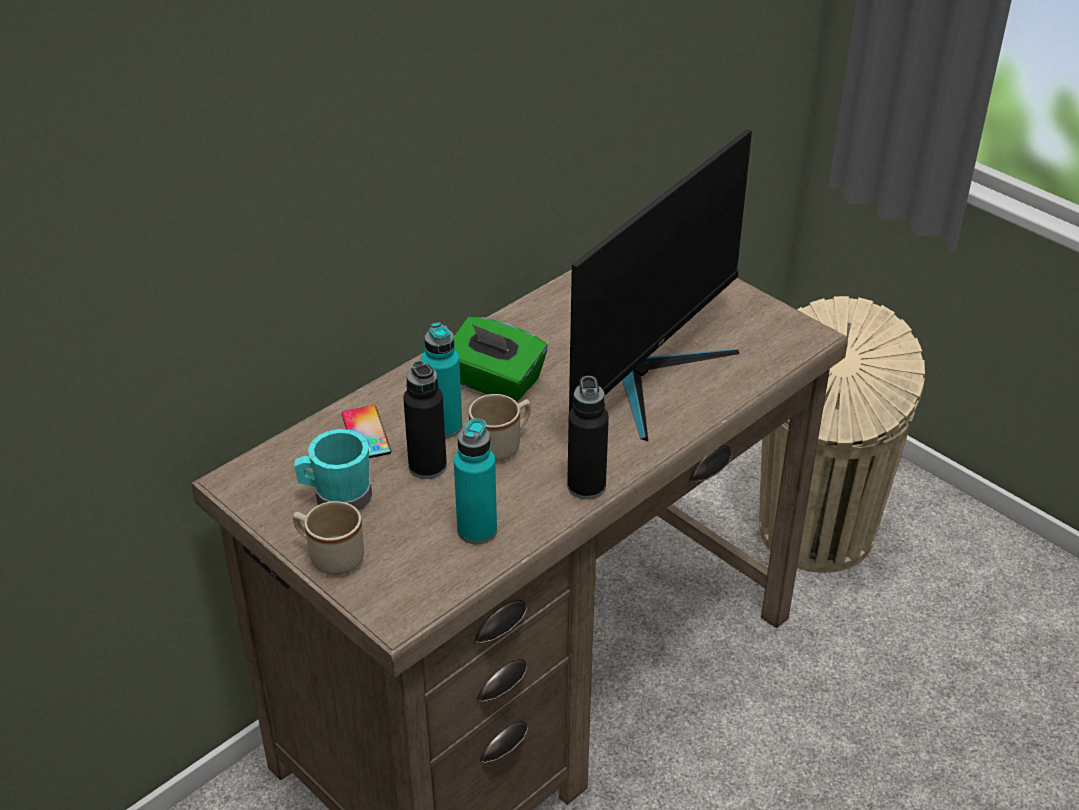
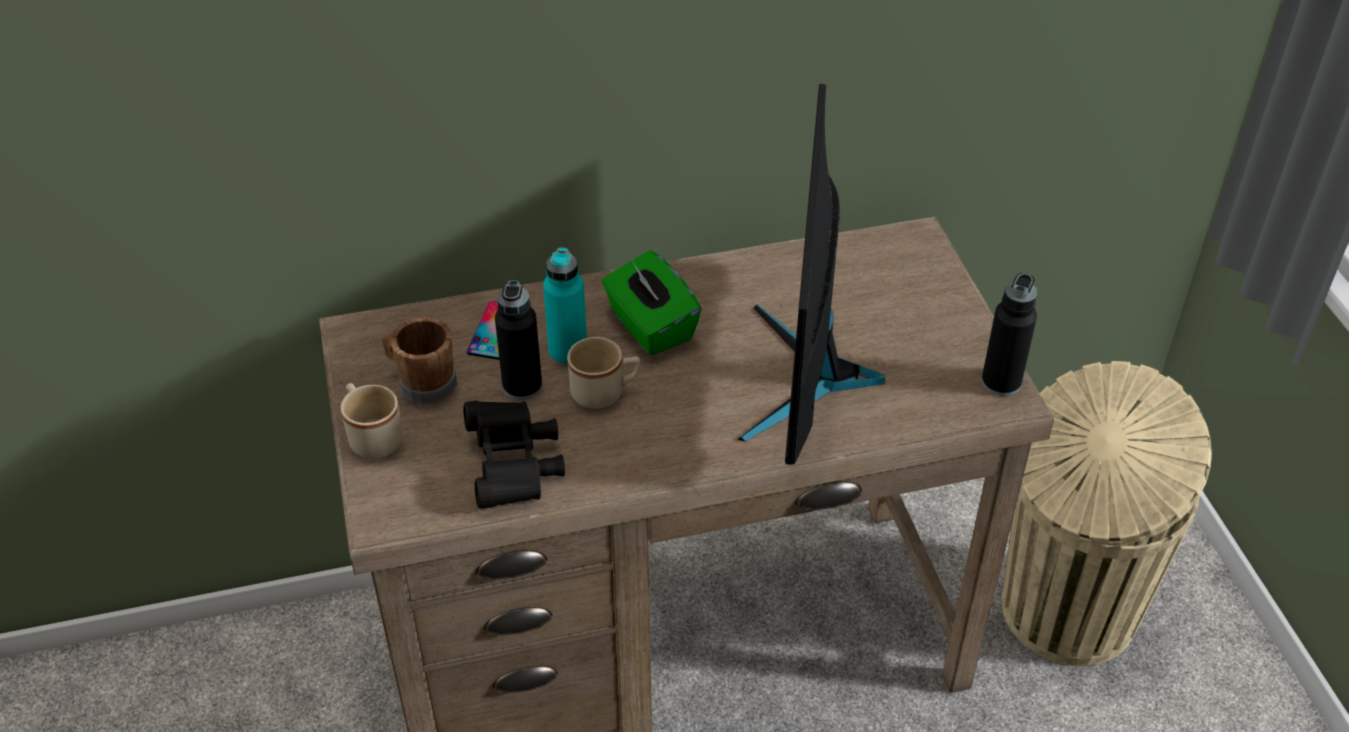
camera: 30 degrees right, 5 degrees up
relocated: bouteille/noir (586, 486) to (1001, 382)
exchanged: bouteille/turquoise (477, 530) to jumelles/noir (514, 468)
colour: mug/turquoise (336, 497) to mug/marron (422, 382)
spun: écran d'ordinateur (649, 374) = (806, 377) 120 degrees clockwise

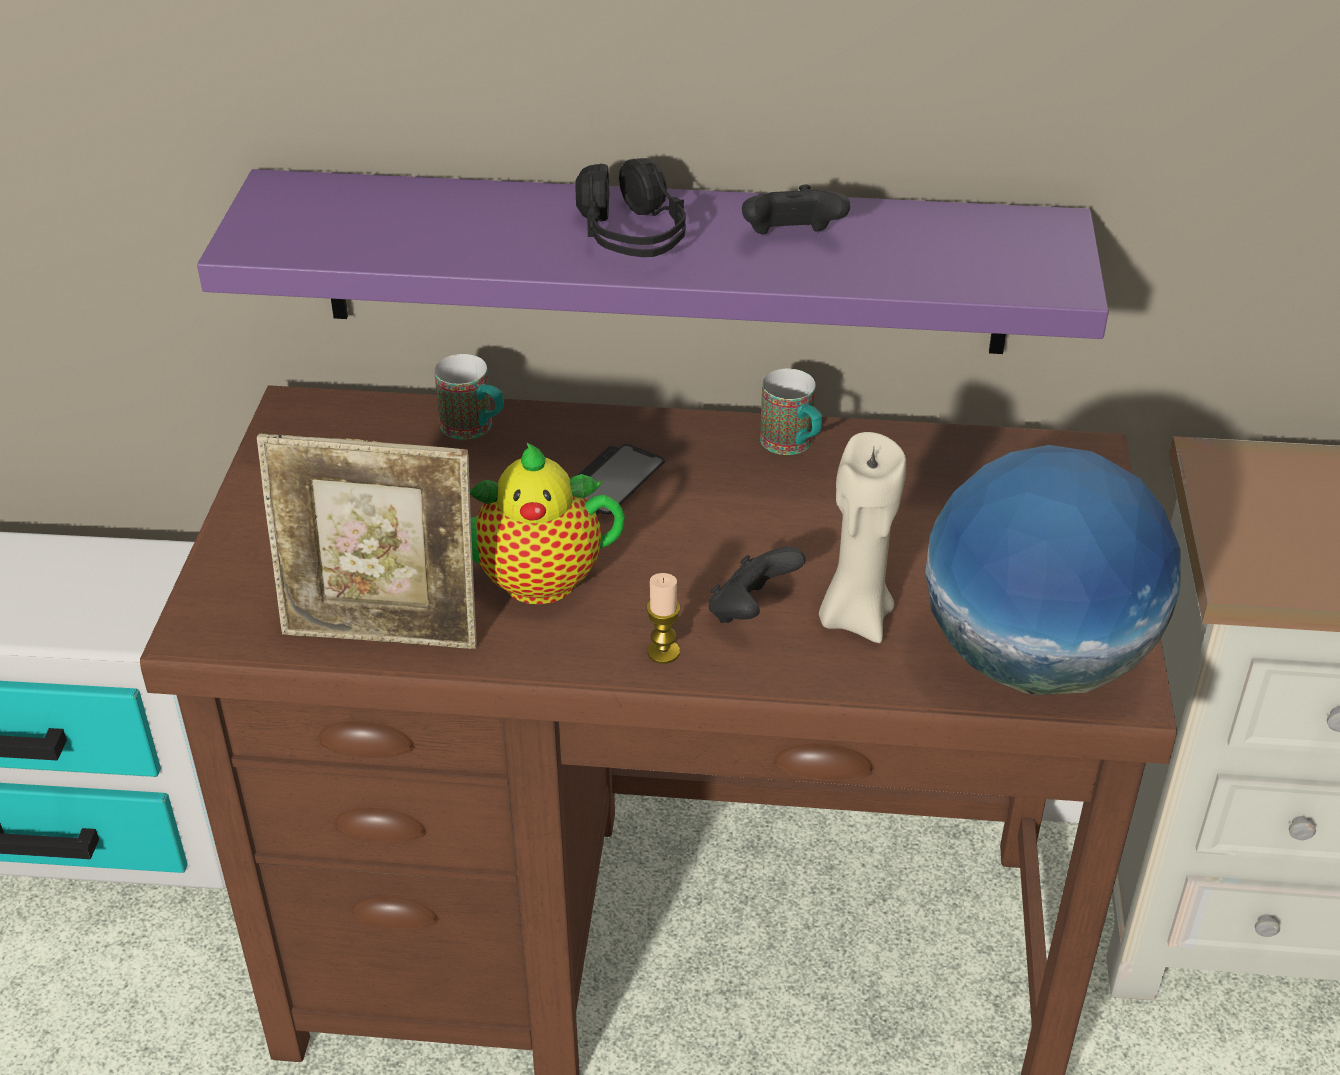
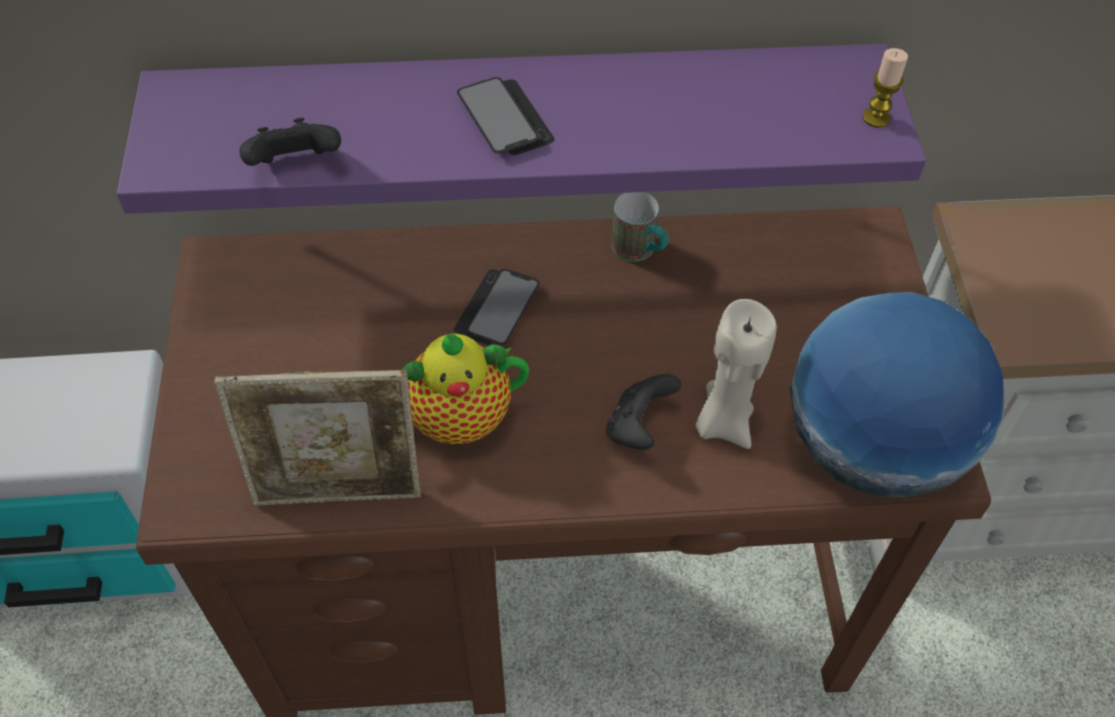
camera: 10 degrees left, 15 degrees up
missing: mug (475, 429)
relocated: manette/noir (791, 240) to (296, 165); bougie (663, 652) to (876, 118)
exchanged: casque audio/noir (632, 237) to téléphone (505, 119)

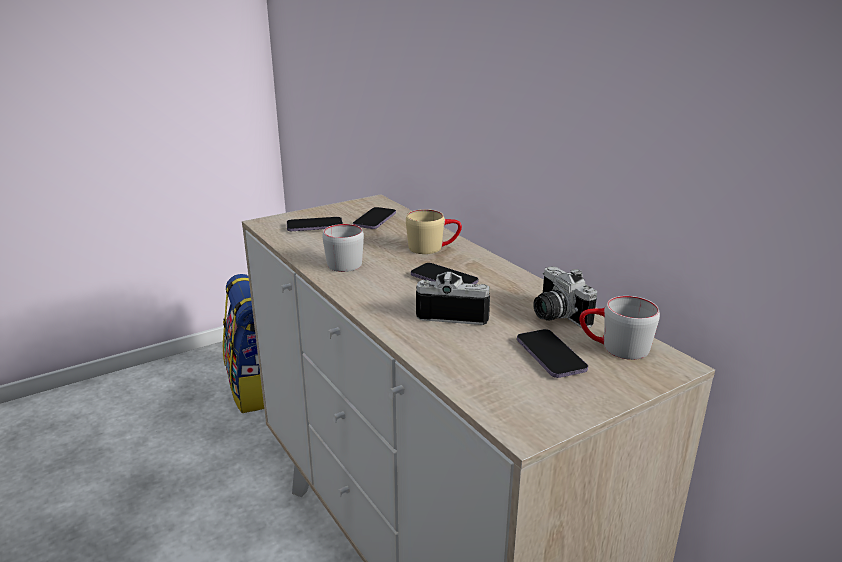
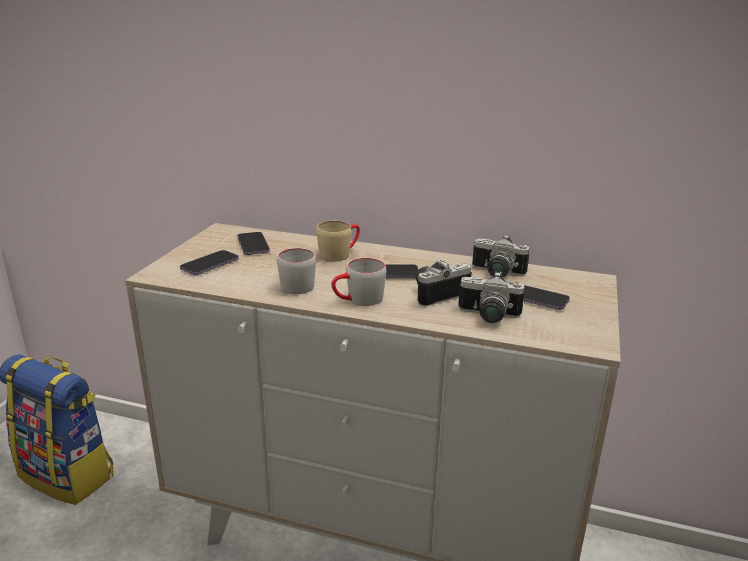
camera: 40 degrees left, 0 degrees up
appeared: appareil photo (488, 317)
relocated: mug/gris (614, 347) to (358, 300)

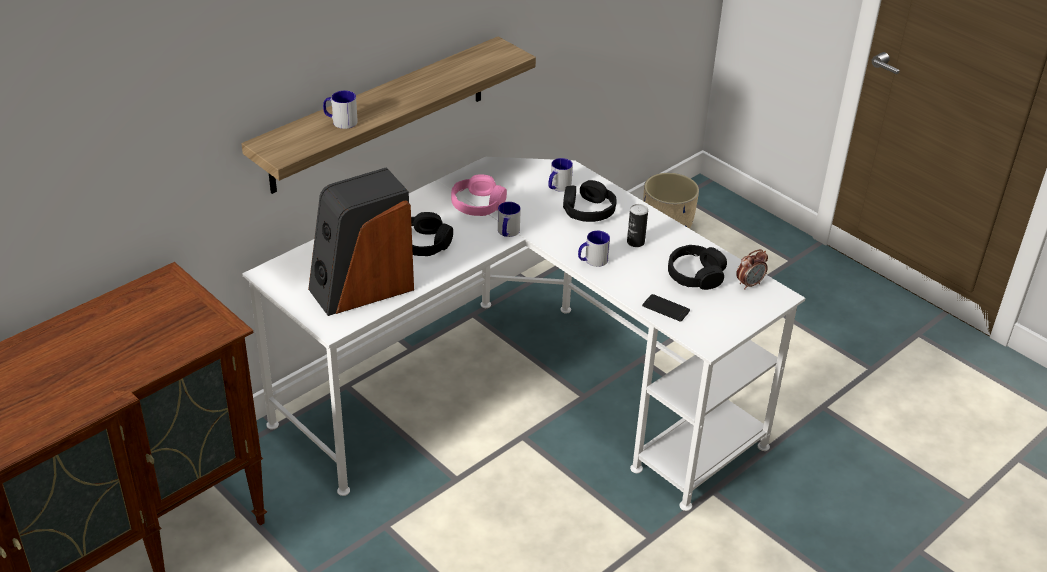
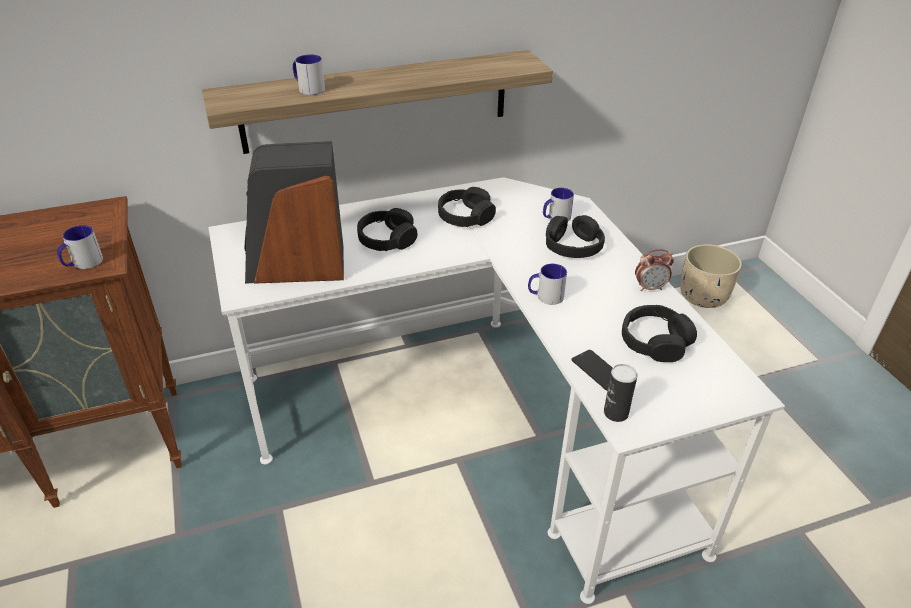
camera: 25 degrees right, 0 degrees up
relocated: mug (507, 233) to (83, 263); boîte métallique (635, 242) to (616, 413); réveil (749, 284) to (650, 288)
colour: casque audio/rose (478, 204) to casque audio/noir (465, 216)

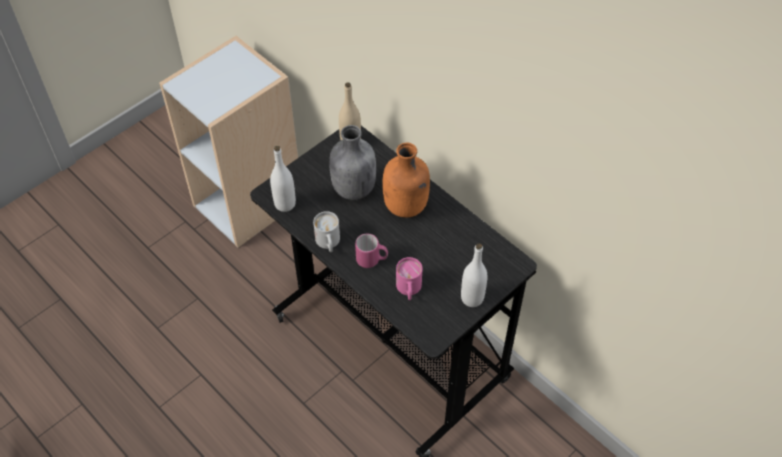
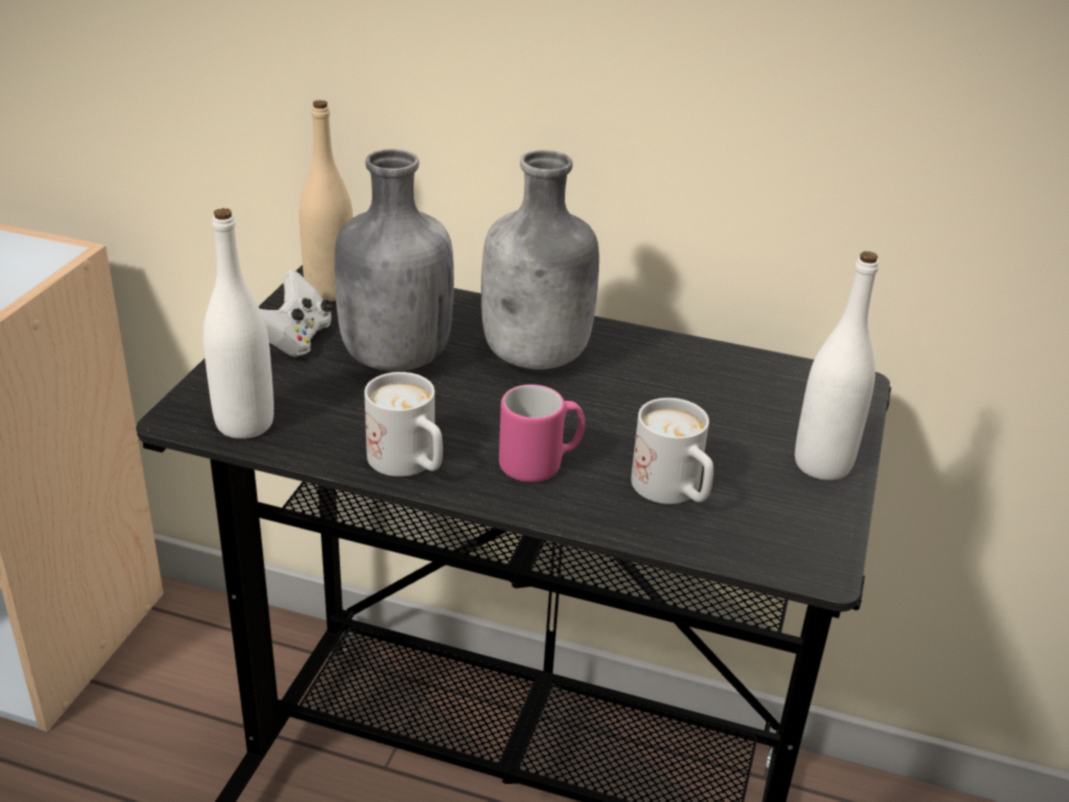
camera: 30 degrees left, 20 degrees down
appeared: manette/blanc (295, 339)
colour: bouteille/orange (406, 206) to bouteille/gris (537, 357); mug/rose (409, 290) to mug/blanc (674, 492)

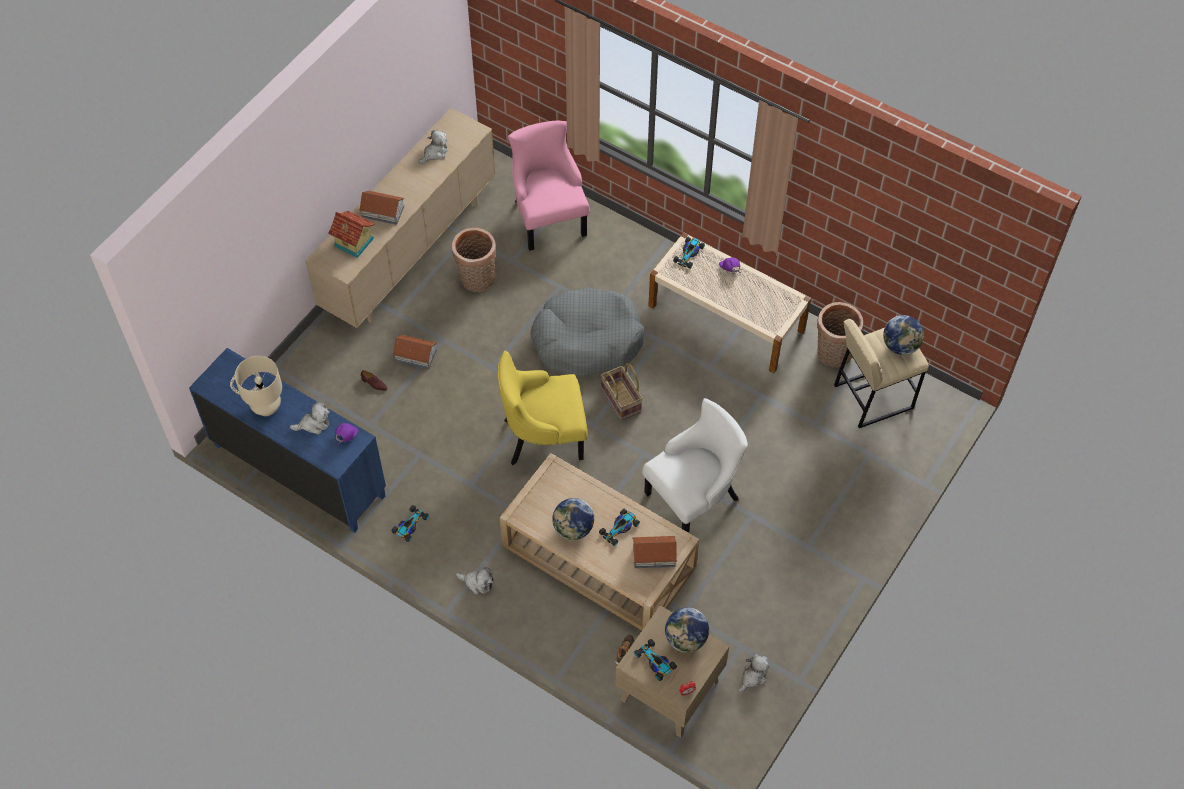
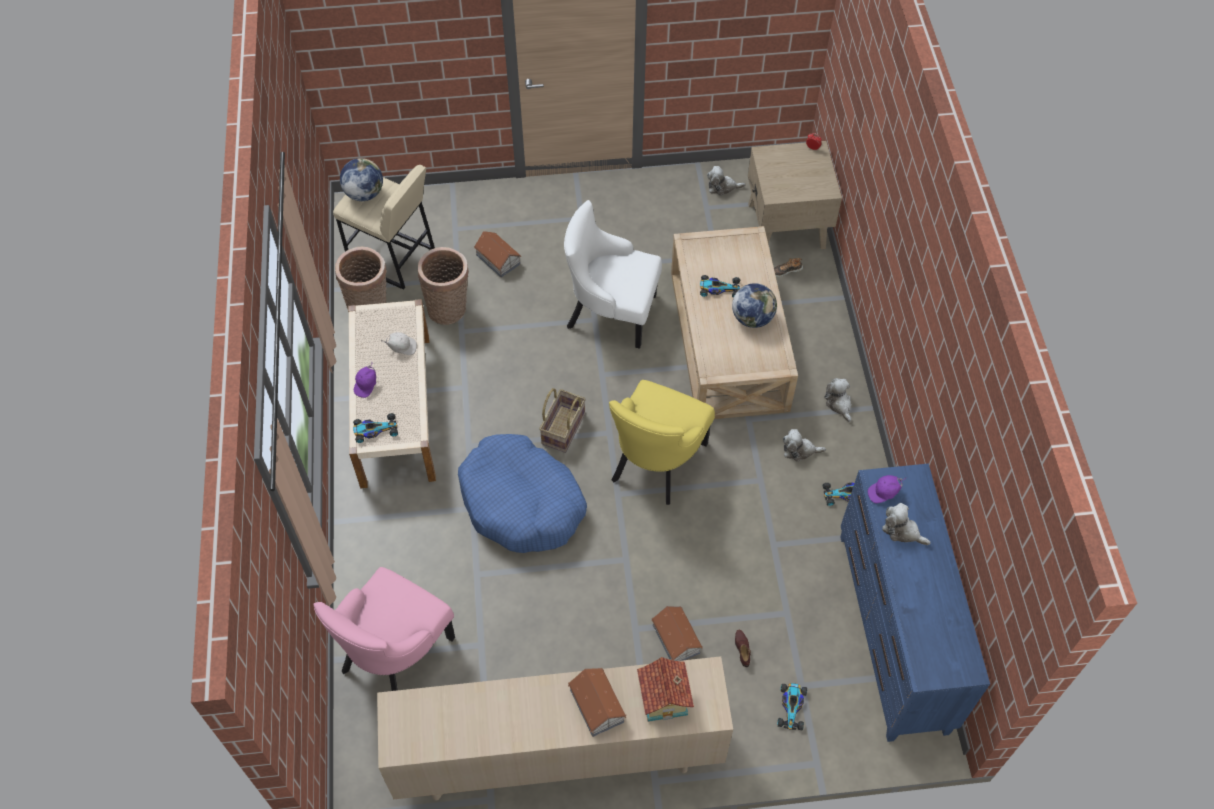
camera: 130 degrees left, 0 degrees up
missing: lampe de table/beige (258, 397); globe (686, 639)
appeared: casquette/blanc (402, 347)
relocated: panier (477, 281) to (449, 308); maison miniature (654, 555) to (498, 259); petite voiture (655, 662) to (791, 707); peluche (434, 153) to (799, 450)
colour: panier pour chien/gris (587, 340) to panier pour chien/bleu (522, 502)
spun: chaise/jaune (544, 437) = (657, 459) 75 degrees clockwise

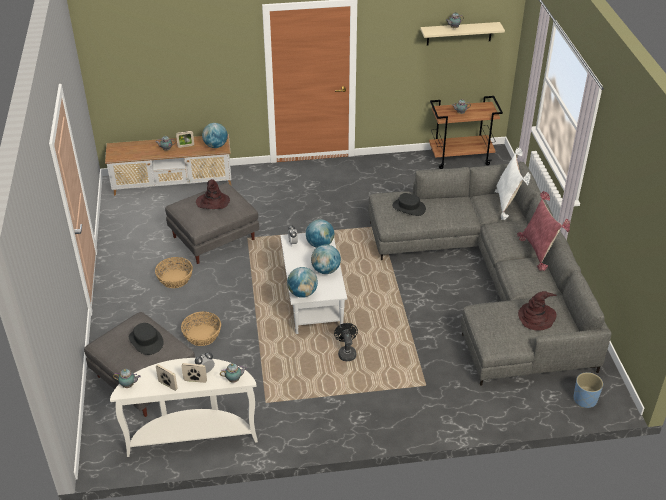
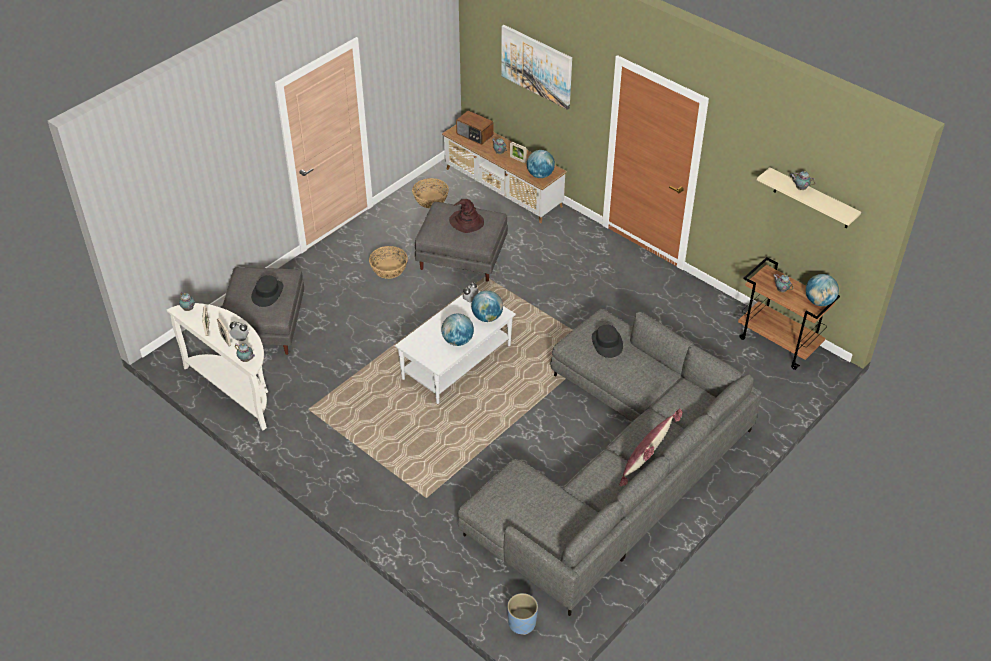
camera: 50 degrees right, 5 degrees up
missing: ventilateur/noir (346, 352); coussin/blanc (508, 206); chapeau/marron (536, 317)
appeared: radio (474, 135); tableau (536, 66)
relocated: panier (202, 335) to (431, 199); globe (302, 293) to (819, 301)

